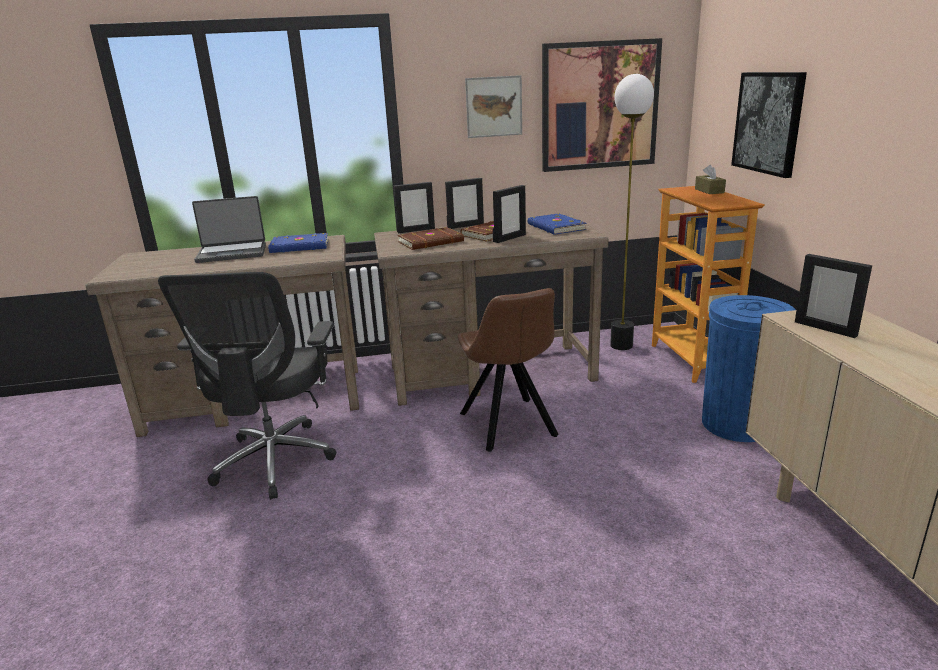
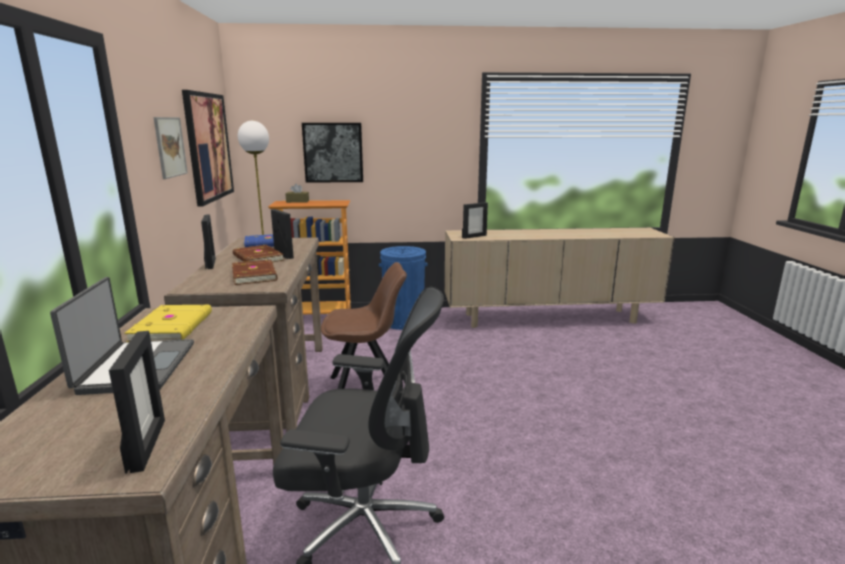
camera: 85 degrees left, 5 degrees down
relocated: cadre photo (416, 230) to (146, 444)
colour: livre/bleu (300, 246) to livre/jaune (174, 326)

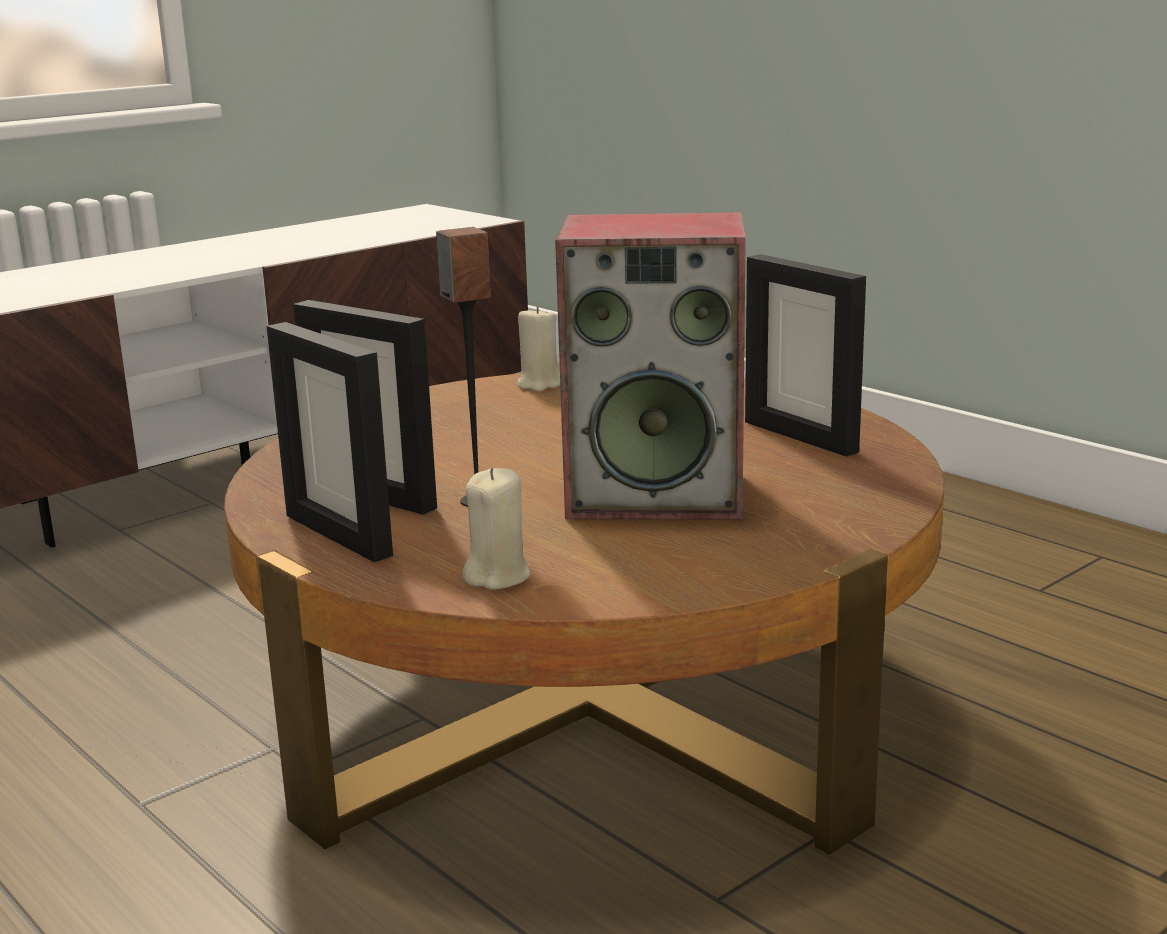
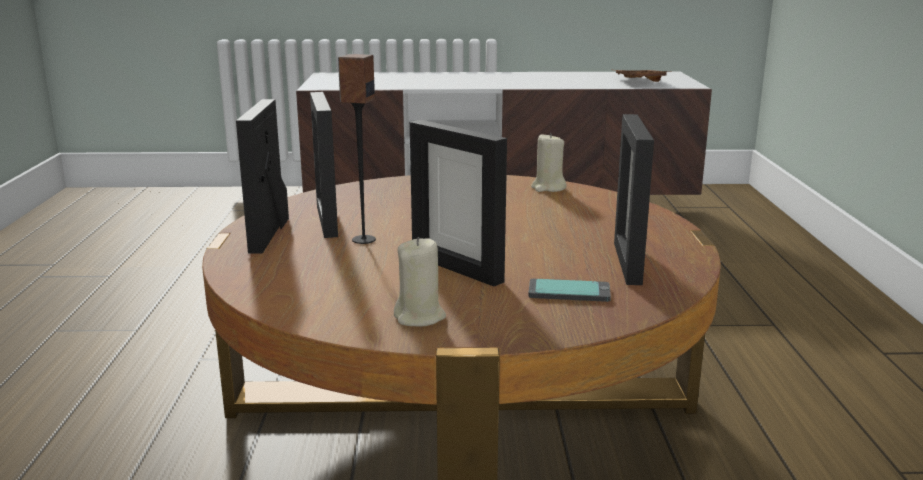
camera: 40 degrees right, 0 degrees up
appeared: téléphone (569, 292); plateau/marron (638, 82)
relocated: bougie/beige (497, 576) to (420, 317)
exchanged: enceinte (658, 494) to cadre photo (458, 267)

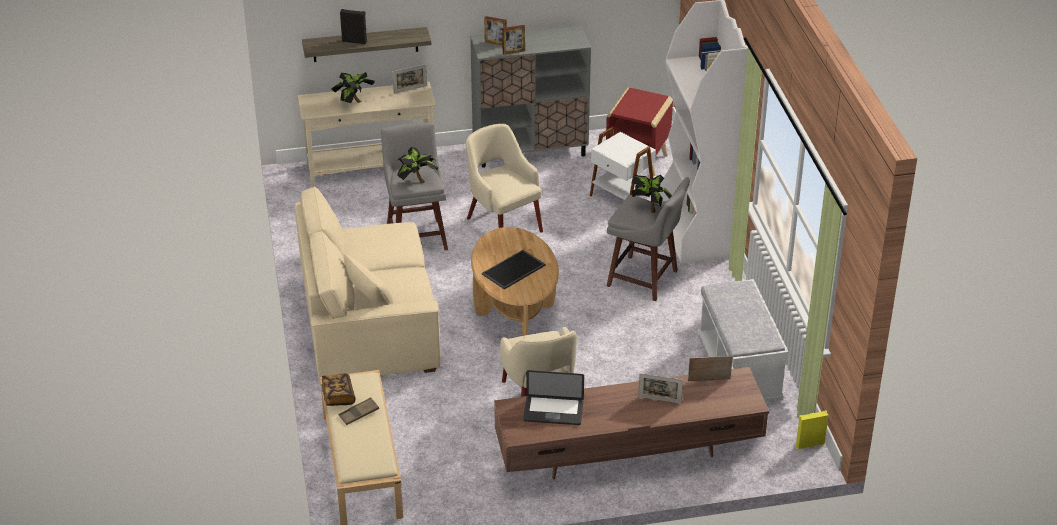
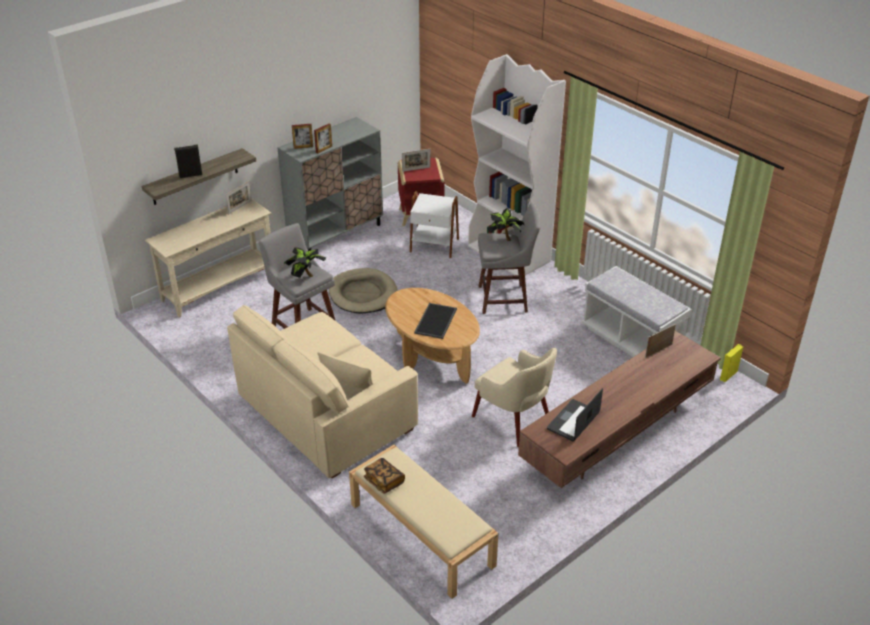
camera: 30 degrees left, 0 degrees up
missing: plante en pot (354, 102); plateau/marron (359, 413)
relocated: cadre photo (659, 400) to (416, 169)
exchanged: fauteuil/beige (503, 223) to panier pour chien/beige (363, 294)
spun: ordinateur portable (553, 411) = (573, 421) 150 degrees clockwise

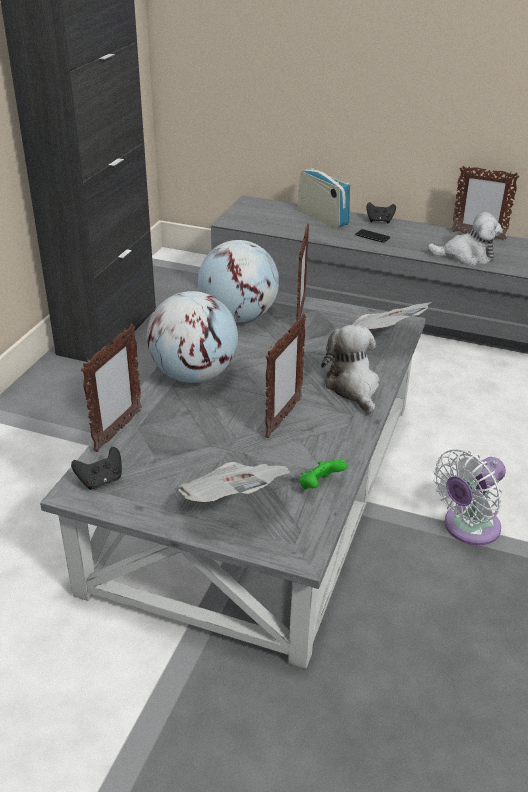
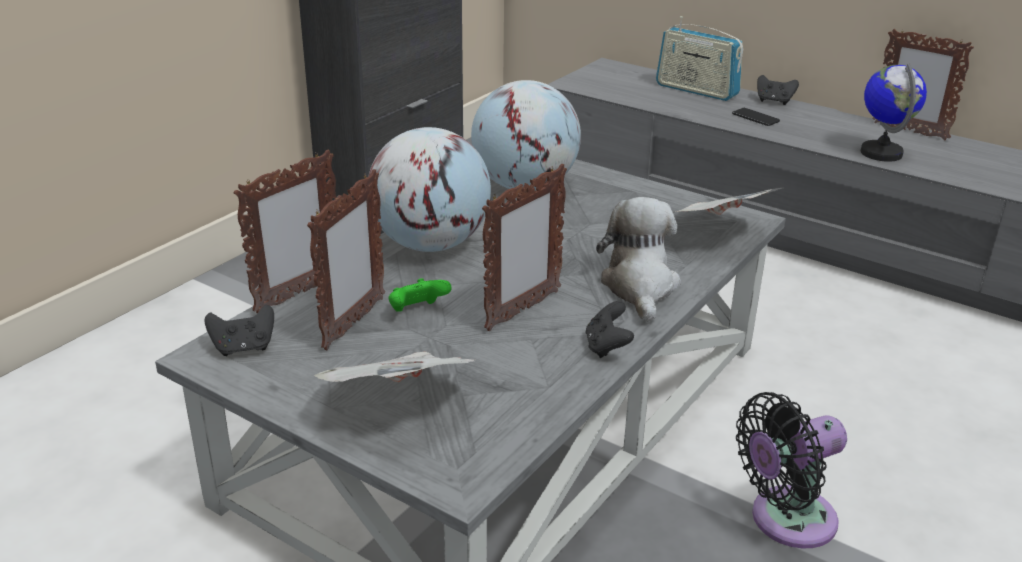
camera: 15 degrees right, 5 degrees down
appeared: manette/noir (607, 347)
relocated: cadre photo (300, 314) to (353, 324); manette/vert (319, 486) to (417, 311)
exchanged: peluche (466, 256) to globe (881, 153)
colour: ventilateur/blanc (467, 528) to ventilateur/noir (785, 520)
spun: radio (322, 217) = (696, 90) 150 degrees clockwise

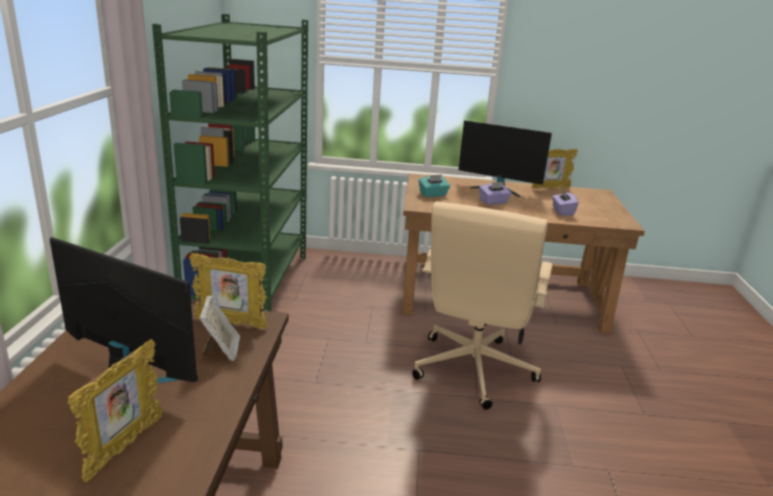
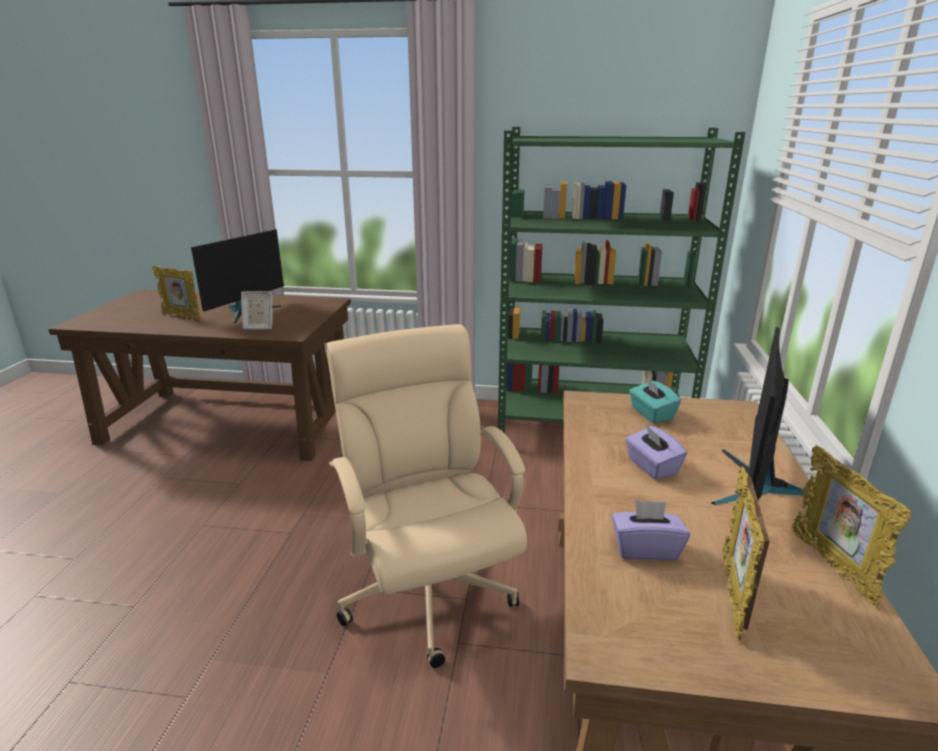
camera: 95 degrees right, 0 degrees up
relocated: cadre photo (231, 323) to (732, 596)
spun: chaise de bureau/beige (474, 367) = (428, 594) 45 degrees clockwise

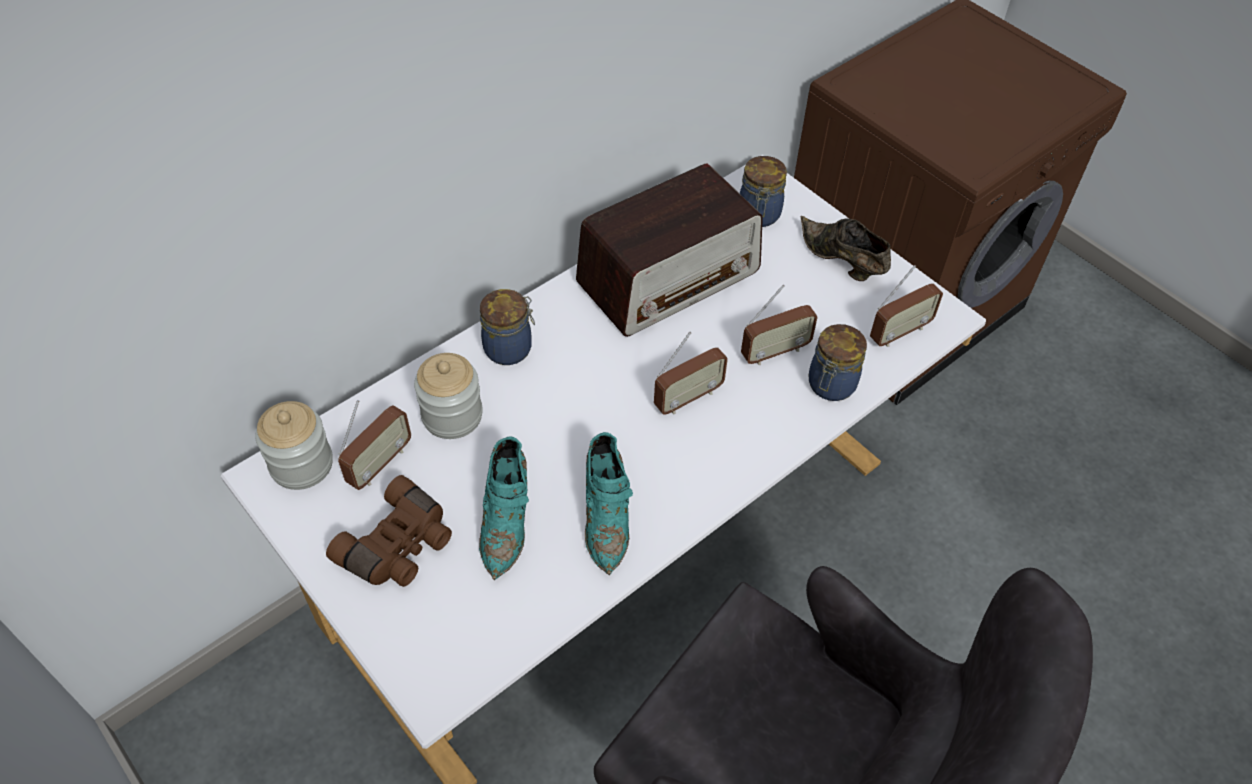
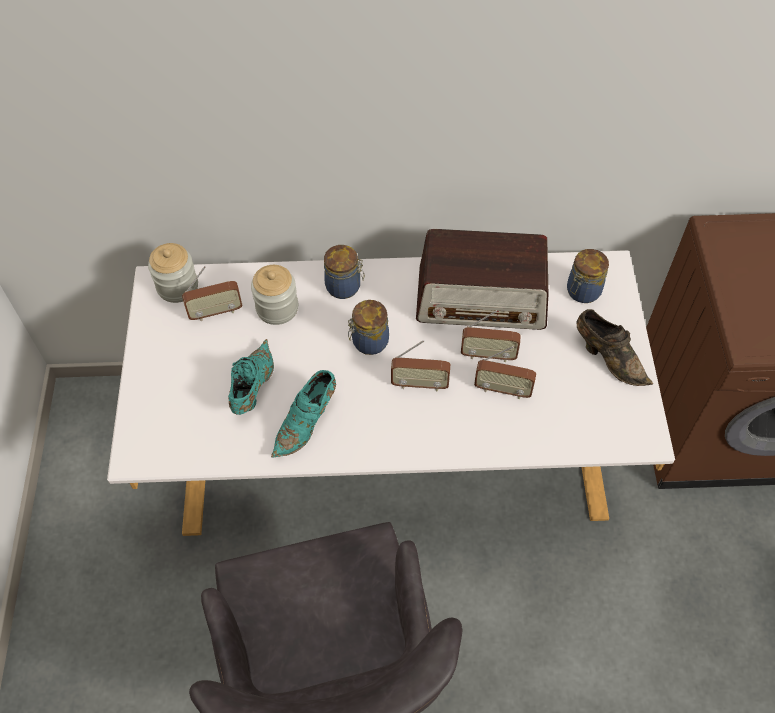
camera: 40 degrees right, 5 degrees up
missing: jumelles/marron (399, 547)
relocated: bocal (830, 386) to (368, 342); radio (899, 332) to (488, 355)
spun: chaussure/turquoise (507, 520) = (252, 388) 150 degrees clockwise; chaussure/marron (842, 262) = (608, 358) 135 degrees clockwise

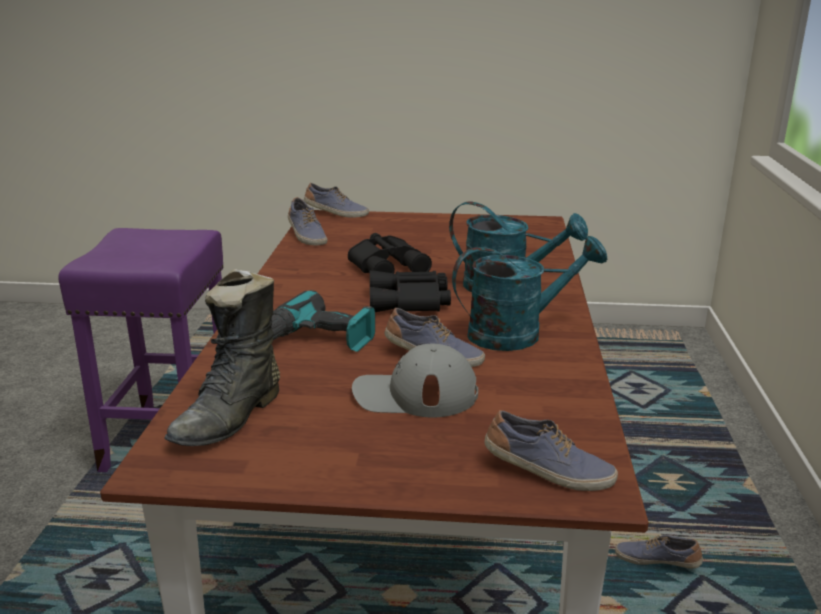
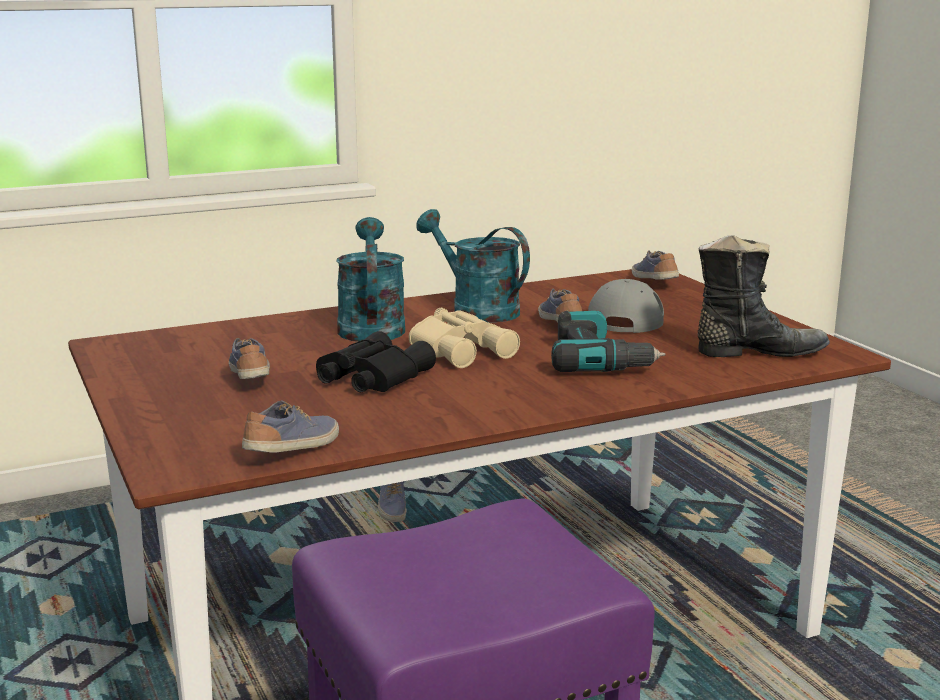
camera: 120 degrees left, 5 degrees down
relocated: chaussure (336, 213) to (251, 377)
colour: jumelles/noir (410, 302) to jumelles/beige (462, 349)
spun: casquette/gris (415, 394) = (627, 317) 135 degrees counterclockwise

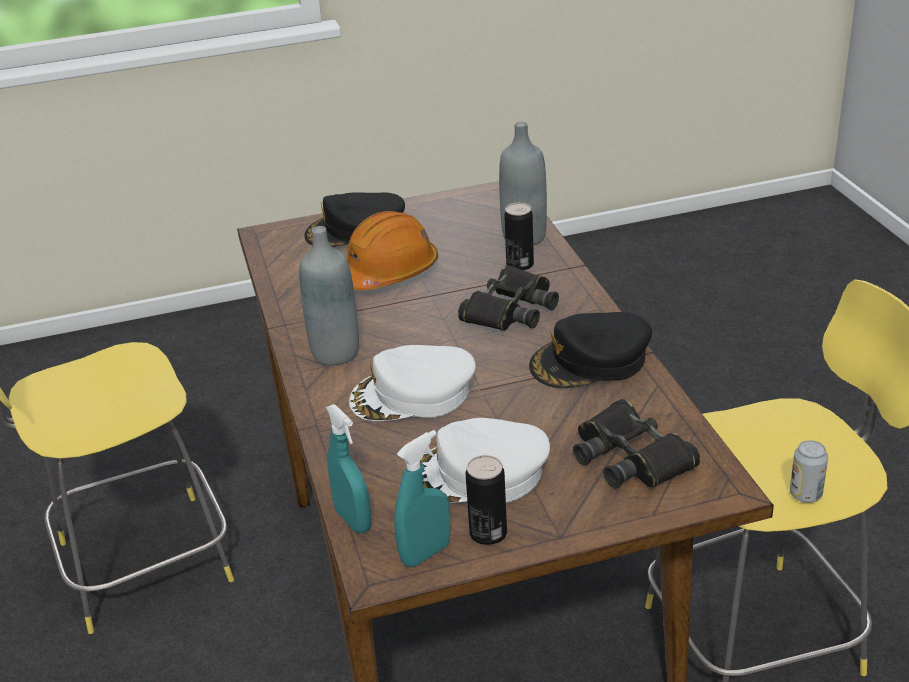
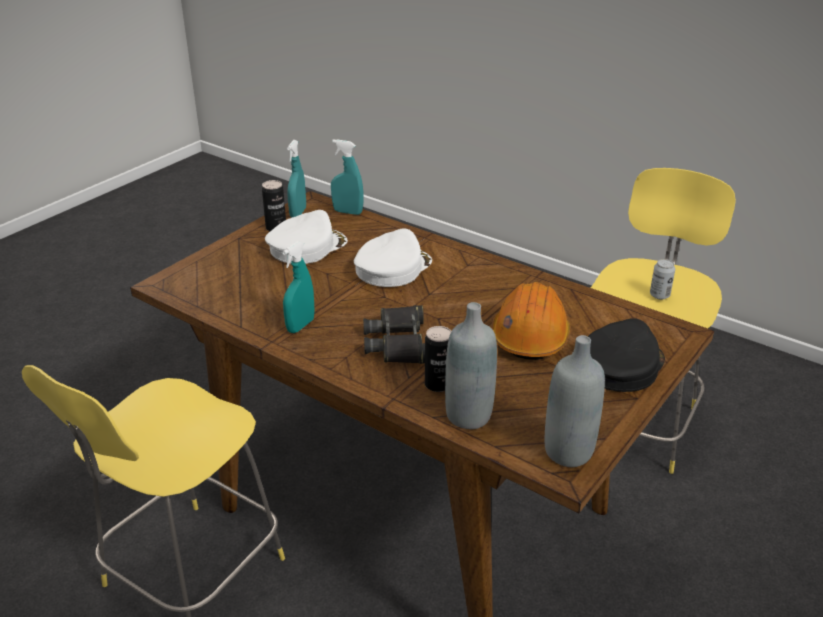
camera: 140 degrees right, 0 degrees up
missing: jumelles/noir (630, 457)
relocated: bouteille/gris (335, 353) to (568, 452); boîte métallique (805, 495) to (659, 295)
exchanged: casquette/noir (591, 361) to vaporisateur/turquoise (300, 325)

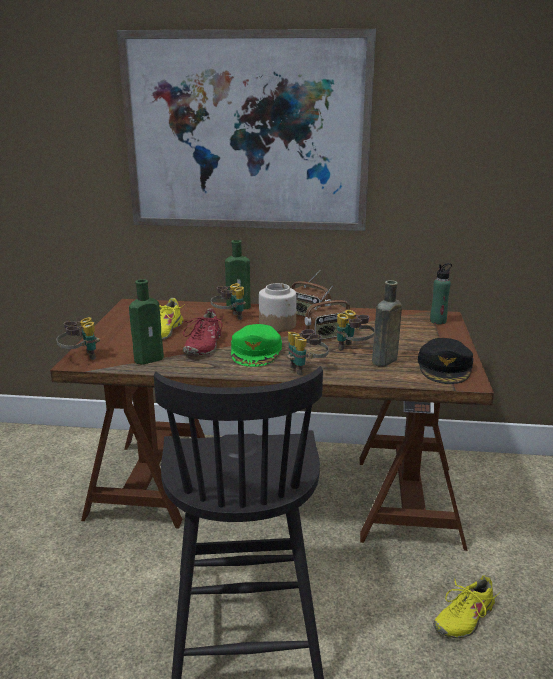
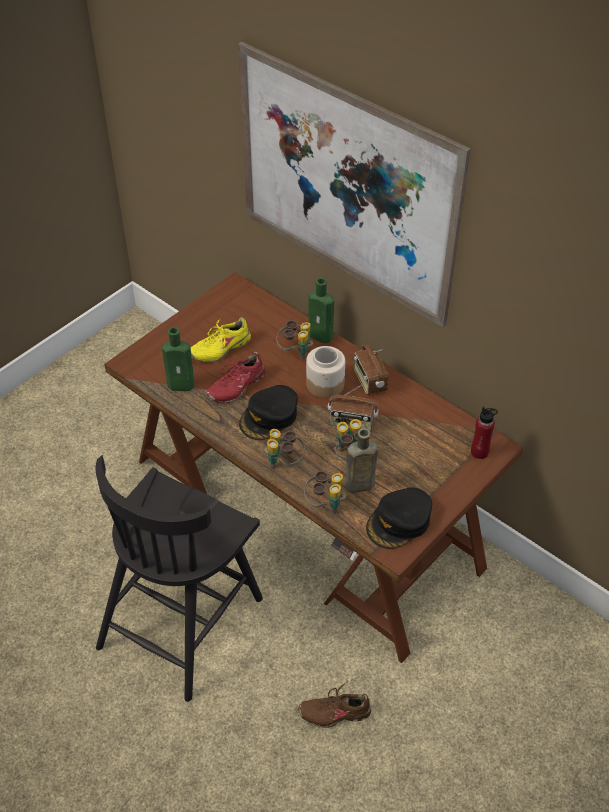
camera: 35 degrees right, 25 degrees up
relocated: jumelles (80, 358) to (325, 504)
colour: casquette/vert (256, 352) to casquette/noir (269, 417); chaussure/jaune (463, 617) to chaussure/marron (335, 712); bouteille/vert (438, 321) to bouteille/rouge (479, 452)

